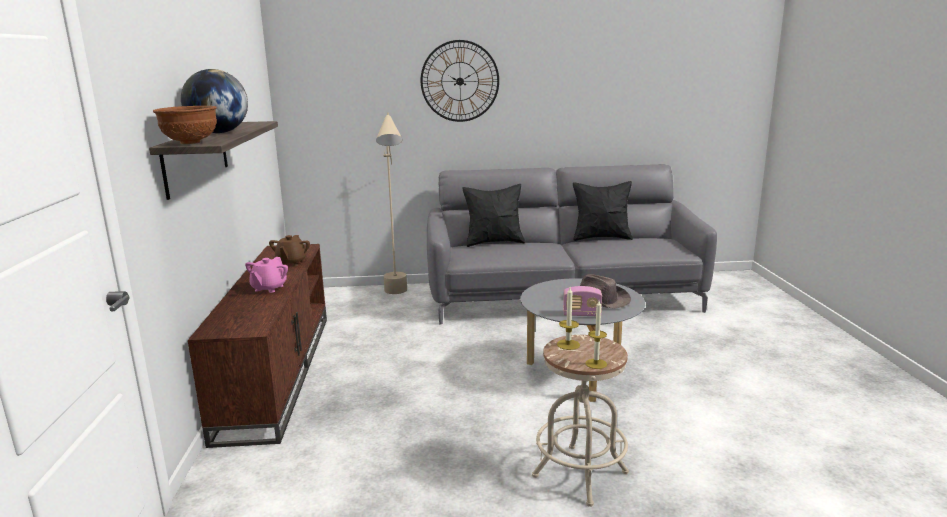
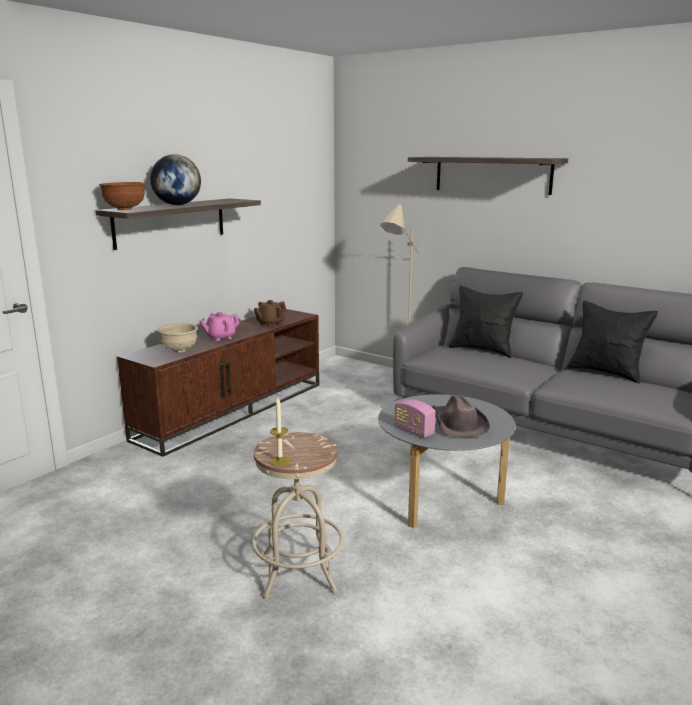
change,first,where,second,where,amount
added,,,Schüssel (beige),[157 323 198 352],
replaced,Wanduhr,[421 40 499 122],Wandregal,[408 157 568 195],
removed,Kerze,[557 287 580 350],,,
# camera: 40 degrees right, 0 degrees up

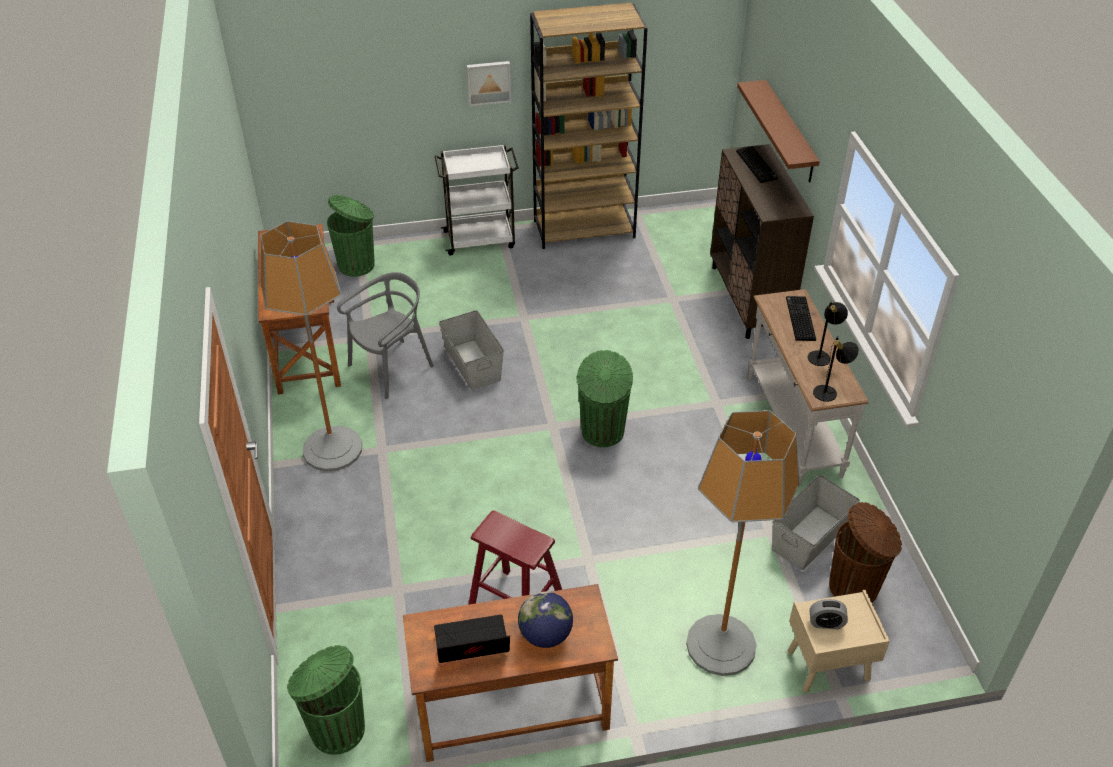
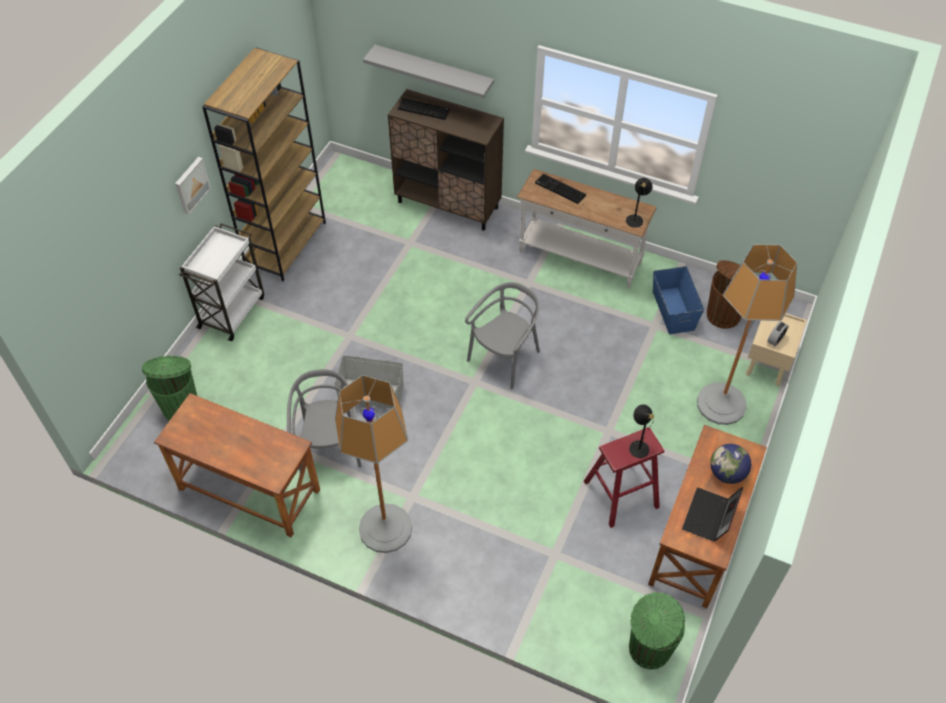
change,first,where,second,where,amount
recoloured,Wandregal (braun),[737 80 820 182],Wandregal (grau),[363 45 494 98],
replaced,Mülleimer (grün),[577 350 633 447],Stuhl (grau),[465 282 540 389],
moved,Tischlampe (schwarz),[808 302 848 366],,[629 404 654 458],
recoloured,Aufbewahrungsbox (grau),[772 475 860 570],Aufbewahrungsbox (blau),[653 266 704 334],
# camera: 55 degrees left, 10 degrees up

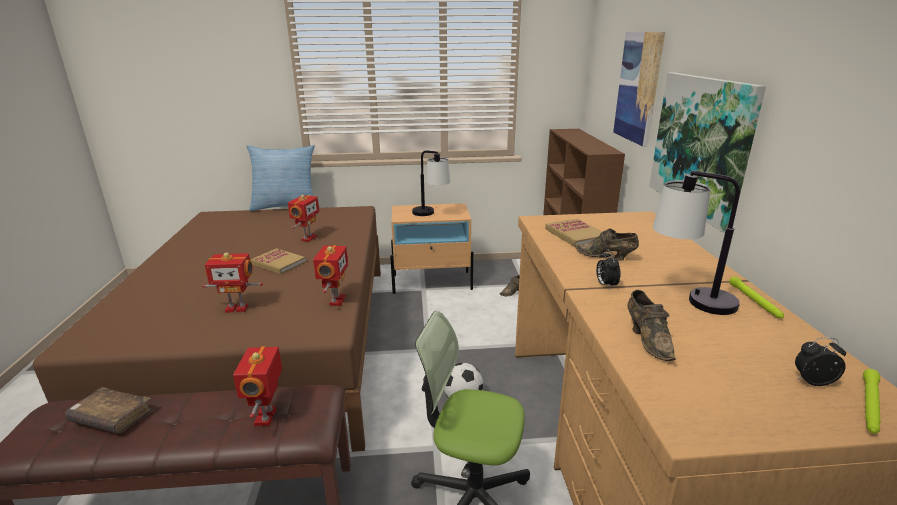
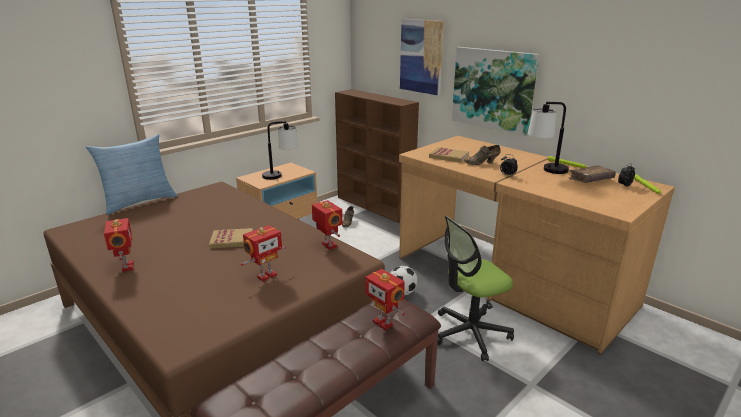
change,first,where,second,where,amount
moved,Spielzeugroboter,[288 195 319 242],,[104 218 134 272],
moved,Buch (braun),[65 387 154 434],,[568 165 616 183],
removed,Schuh (braun),[627 290 676 361],,,
# camera: 40 degrees left, 0 degrees up

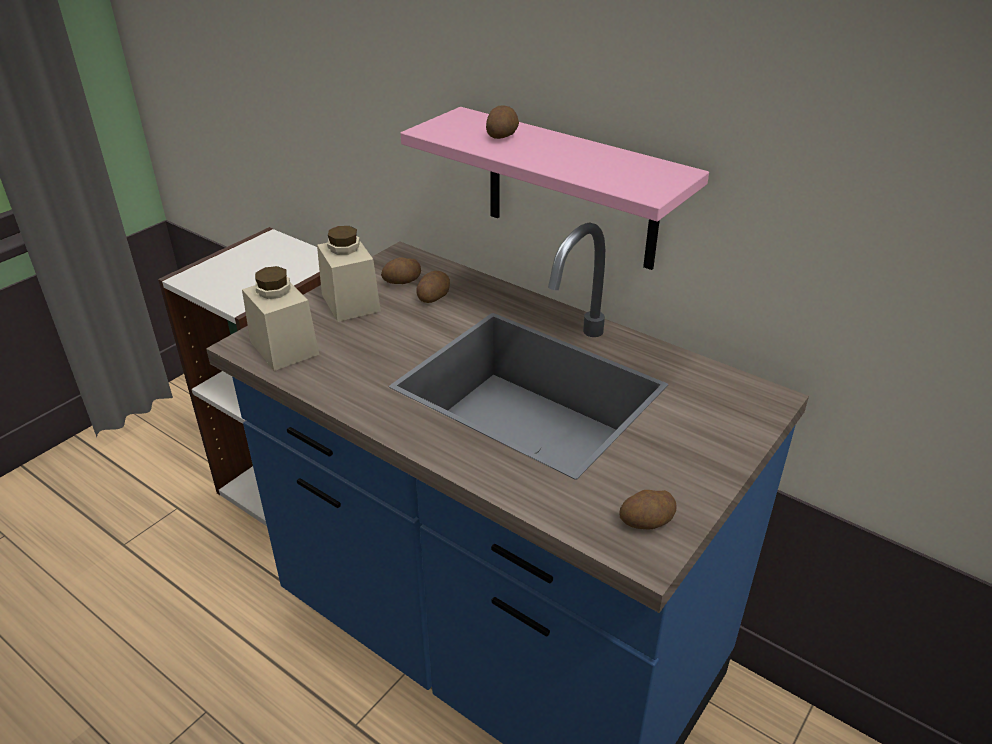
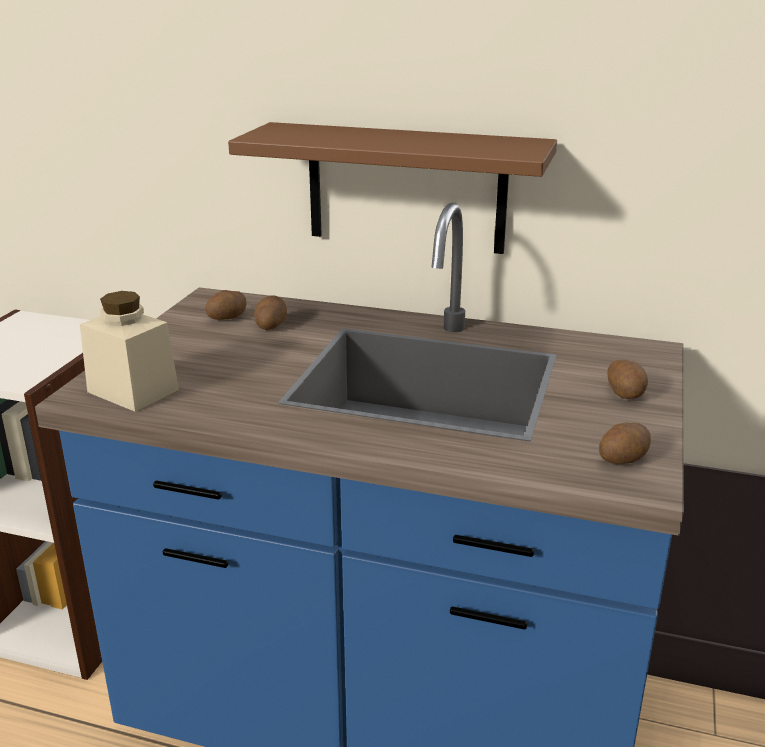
change,first,where,second,where,amount
recoloured,Wandregal (rosa),[401 107 709 270],Wandregal (braun),[228 122 557 254],
moved,Kartoffel,[486 105 519 139],,[608 360 648 399],
removed,Vorratsglas (beige),[317 226 381 322],,,
# camera: 20 degrees left, 10 degrees down

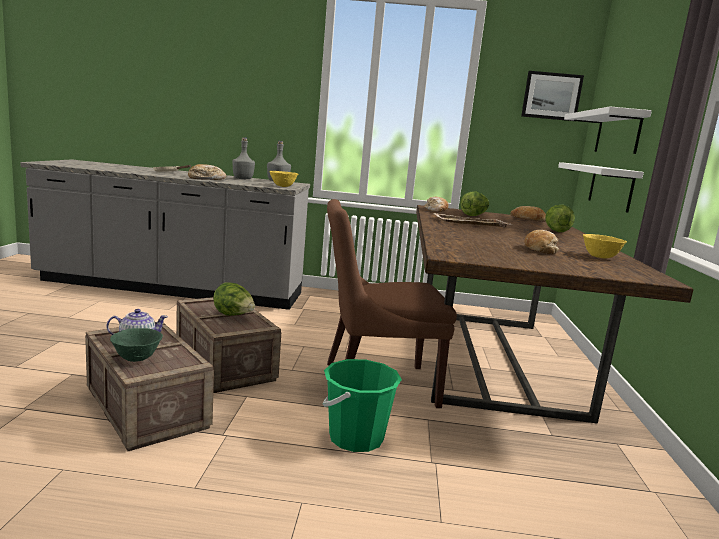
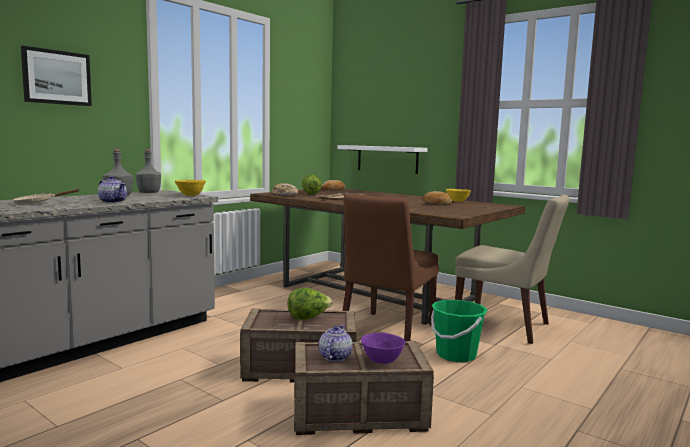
change,first,where,second,where,amount
moved,Bild,[521 71 584 121],,[21 46 92 106],
replaced,Brot,[188 164 226 180],Teekanne,[98 176 127 203],
recoloured,Schüssel (grün),[110 328 163 362],Schüssel (lila),[361 333 405 364],
added,,,Stuhl (beige),[455 195 570 344],
removed,Salatkopf,[545 205 575 232],,,
removed,Wandregal (weiß),[564 106 652 154],,,
# camera: 55 degrees left, 5 degrees down

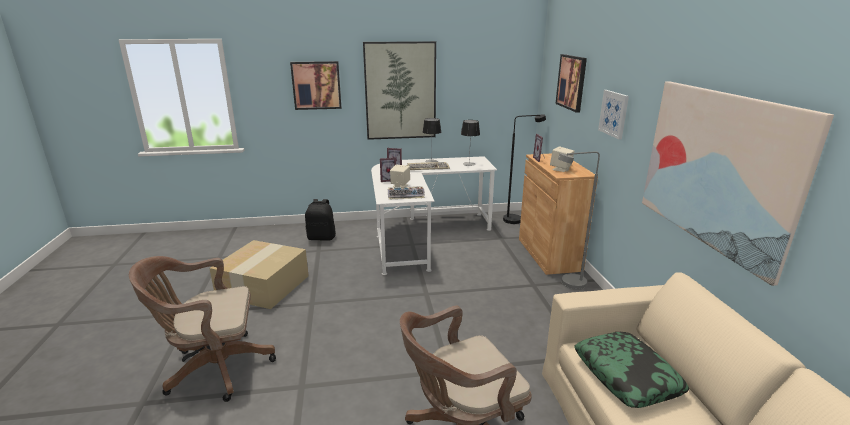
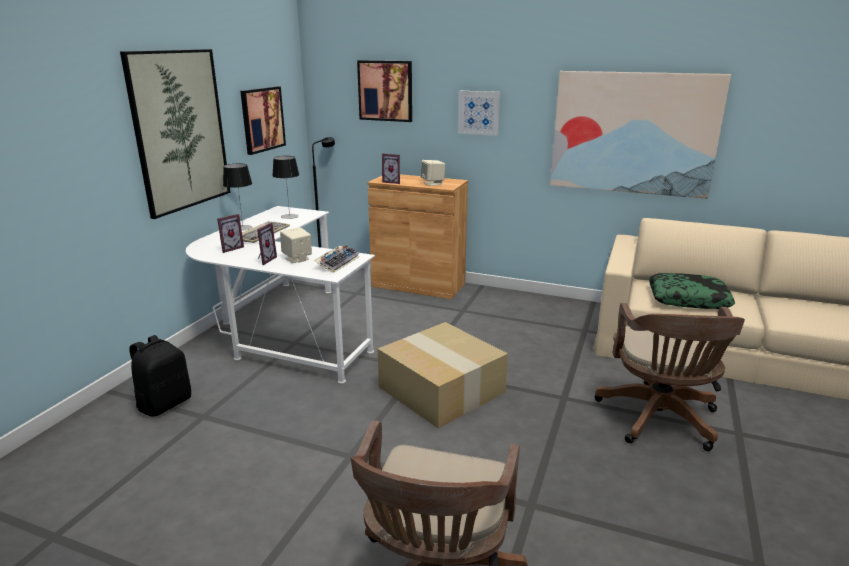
change,first,where,second,where,amount
moved,Bild,[290 61 342 110],,[240 86 286 155],
moved,Karton,[209 240 309 309],,[378 322 508 428],
removed,Stehlampe (grau),[558 152 600 290],,,
# camera: 60 degrees left, 0 degrees up

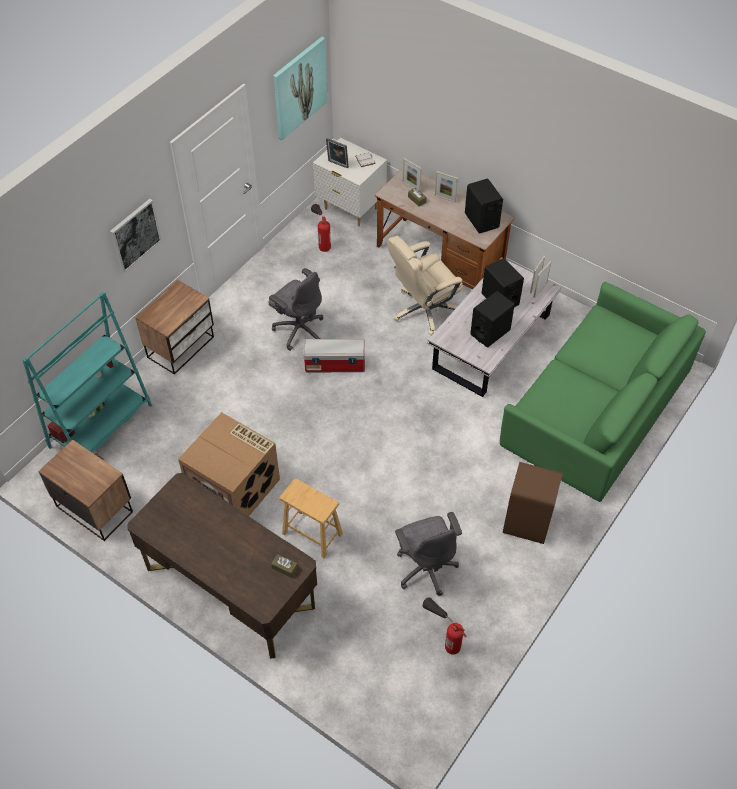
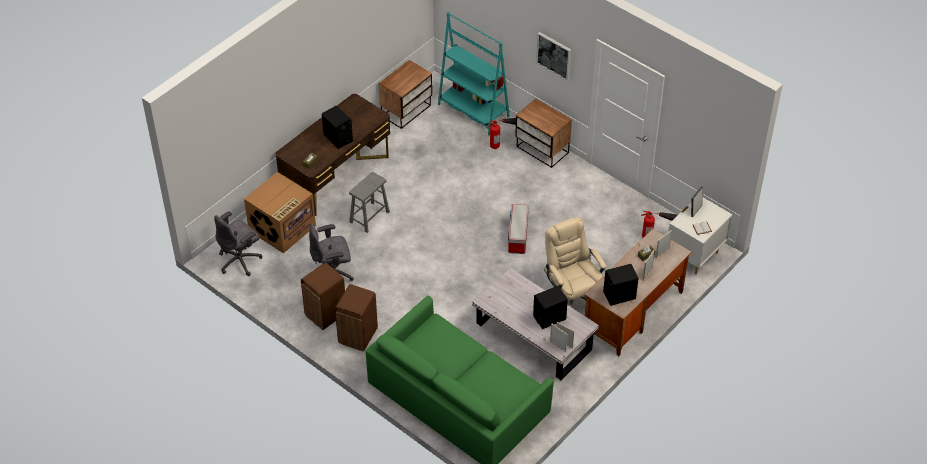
change,first,where,second,where,amount
moved,Bürostuhl (grau),[268 268 324 351],,[214 211 262 276],
moved,Karton,[178 412 280 516],,[244 172 316 254],
added,,,Mülleimer (braun),[301 262 345 330],
moved,Lautsprecher (schwarz),[470 291 515 348],,[322 106 353 149],
recoloured,Hocker (braun),[279 479 343 558],Hocker (grau),[349 172 390 233],
moved,Feuerlöscher,[423 598 466 655],,[488 118 516 149],
removed,Bild,[273 37 328 140],,,
# camera: 95 degrees right, 5 degrees down

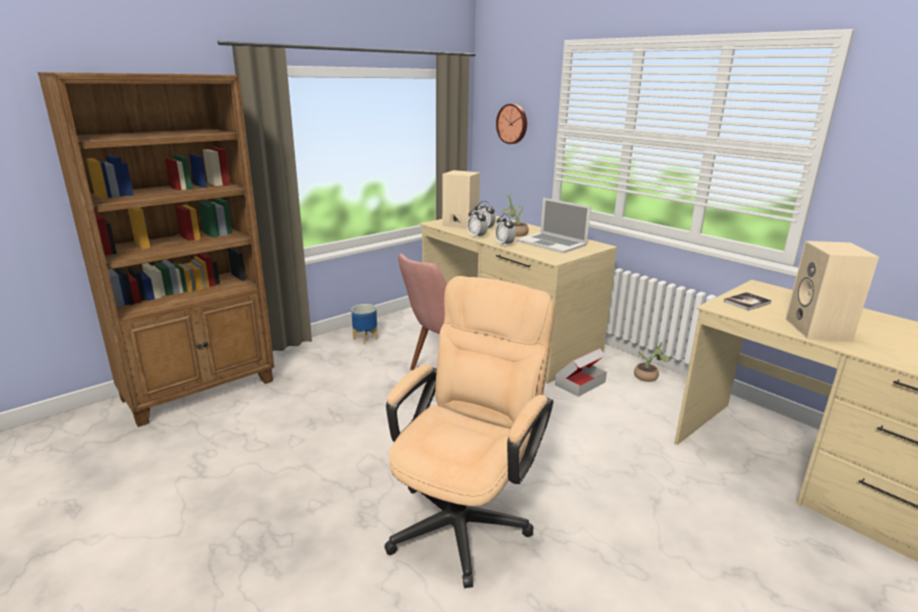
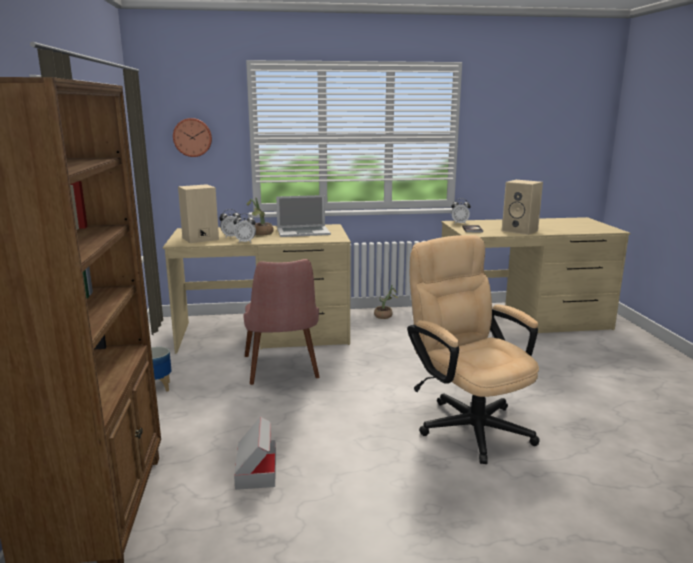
change,first,where,second,where,amount
moved,Karton,[555 348 607 397],,[234 416 276 490],
moved,Wecker,[495 213 516 247],,[451 199 471 224],
# camera: 55 degrees left, 5 degrees down

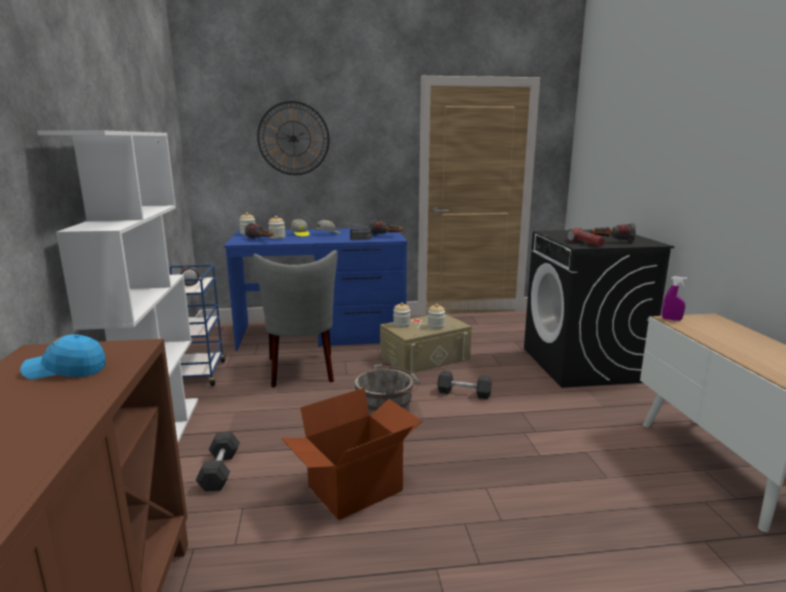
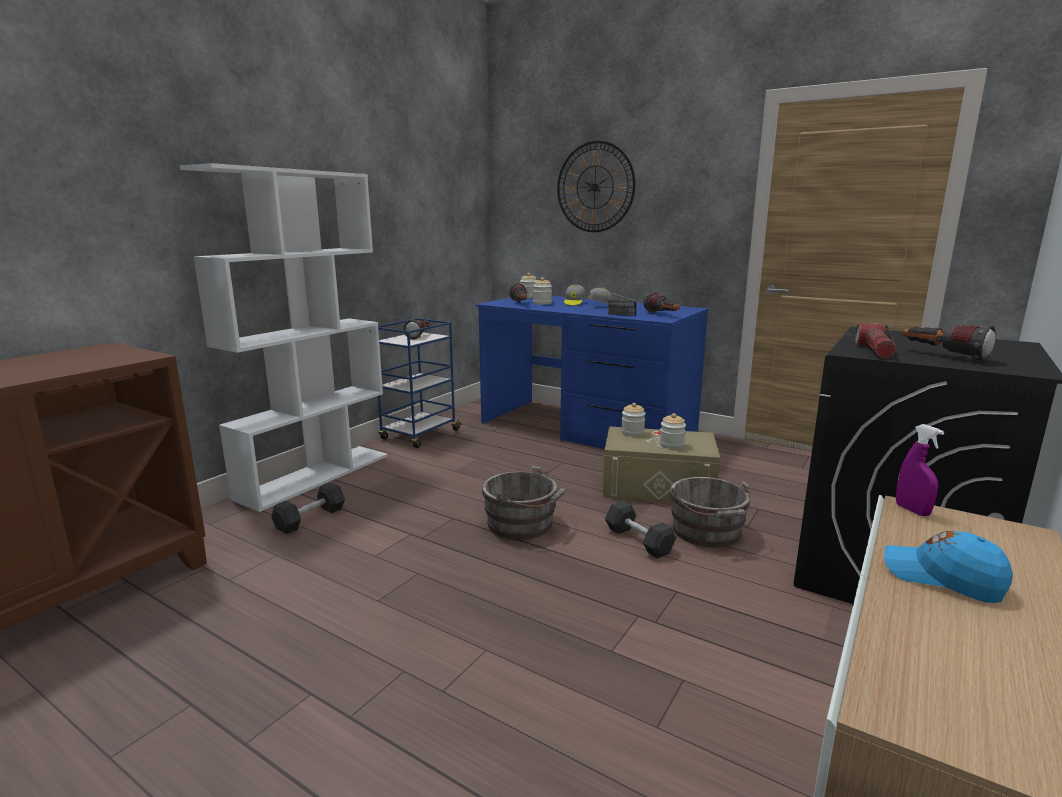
change,first,where,second,where,amount
added,,,Eimer (grau),[670 477 758 548],
moved,Kappe (blau),[20 334 105 379],,[884 531 1013 603],
removed,Stuhl (grau),[253 250 338 387],,,
removed,Karton,[281 388 422 520],,,
# camera: 40 degrees right, 0 degrees up

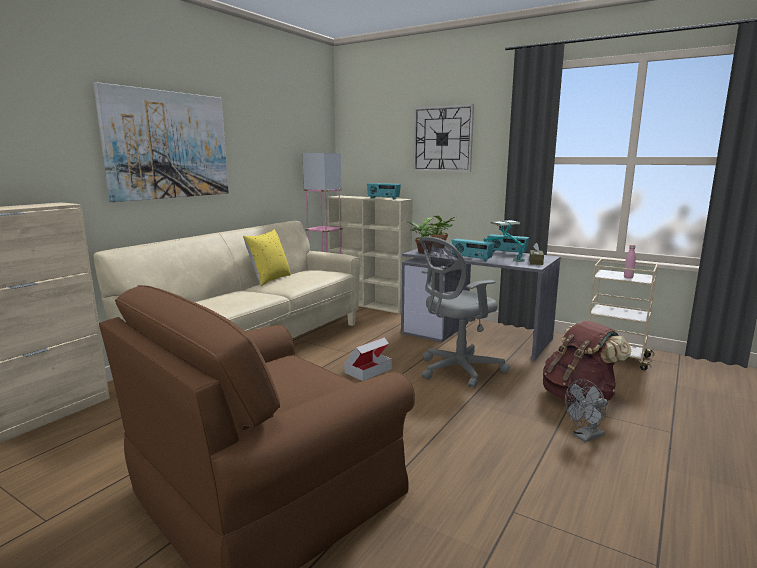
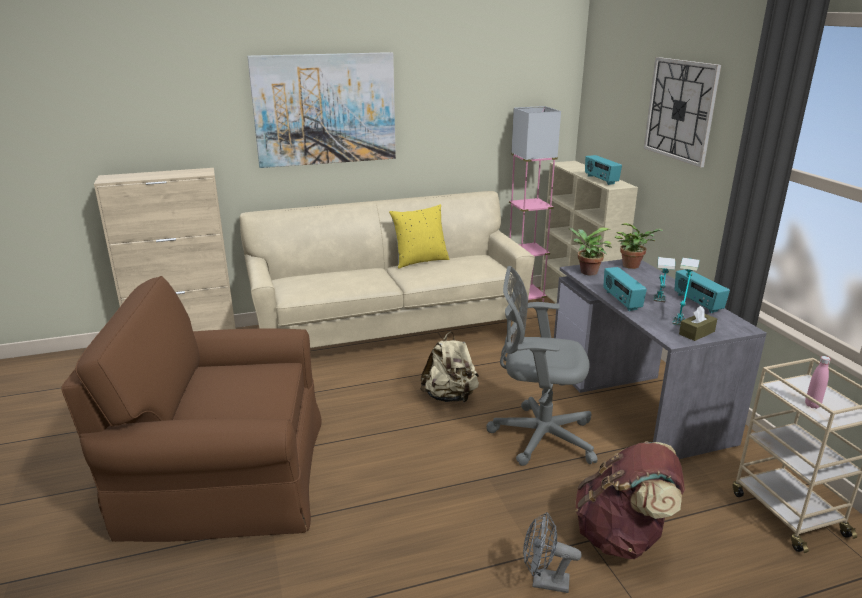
change,first,where,second,where,amount
replaced,Karton,[344 338 392 381],Rucksack (beige),[420 332 479 403],
# camera: 40 degrees right, 10 degrees up

